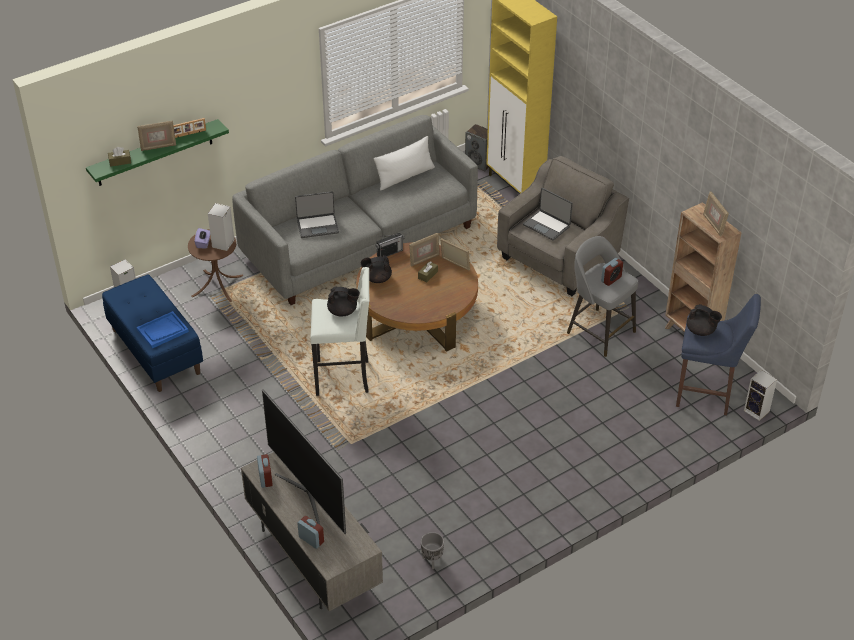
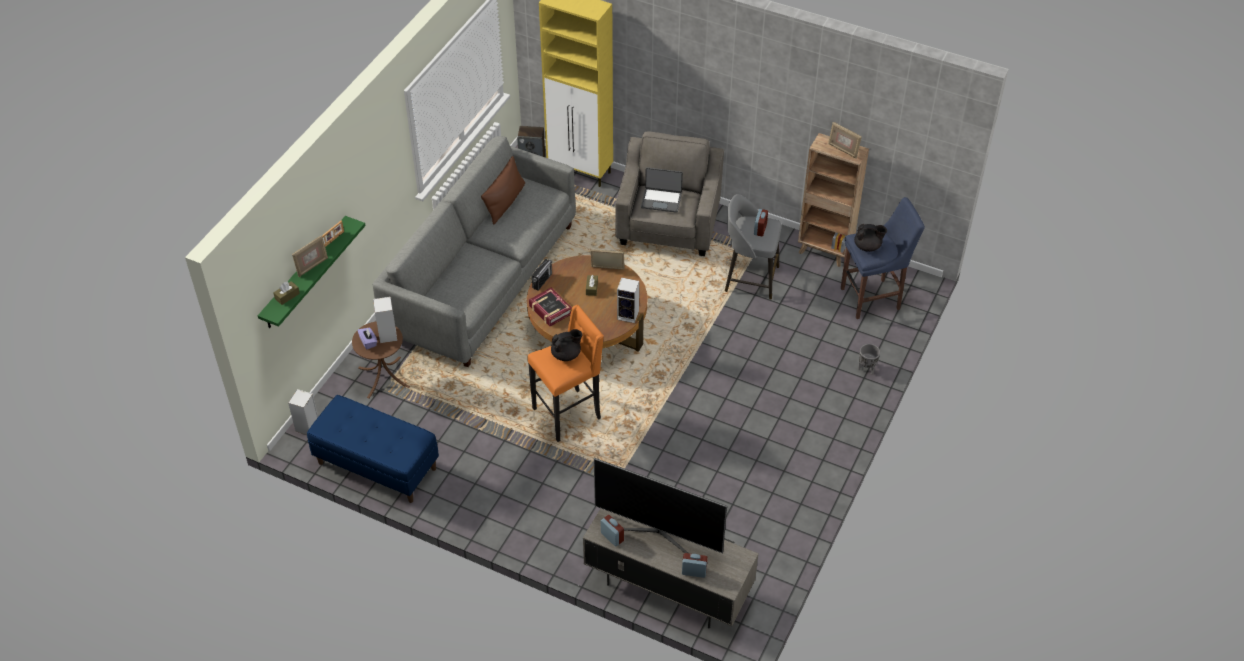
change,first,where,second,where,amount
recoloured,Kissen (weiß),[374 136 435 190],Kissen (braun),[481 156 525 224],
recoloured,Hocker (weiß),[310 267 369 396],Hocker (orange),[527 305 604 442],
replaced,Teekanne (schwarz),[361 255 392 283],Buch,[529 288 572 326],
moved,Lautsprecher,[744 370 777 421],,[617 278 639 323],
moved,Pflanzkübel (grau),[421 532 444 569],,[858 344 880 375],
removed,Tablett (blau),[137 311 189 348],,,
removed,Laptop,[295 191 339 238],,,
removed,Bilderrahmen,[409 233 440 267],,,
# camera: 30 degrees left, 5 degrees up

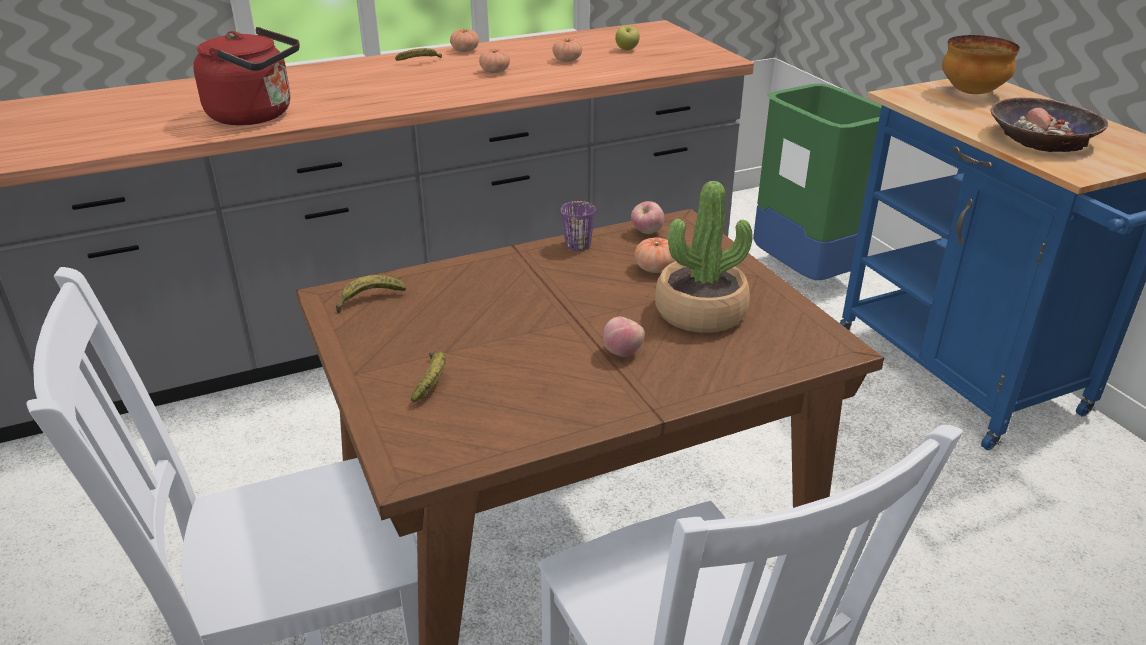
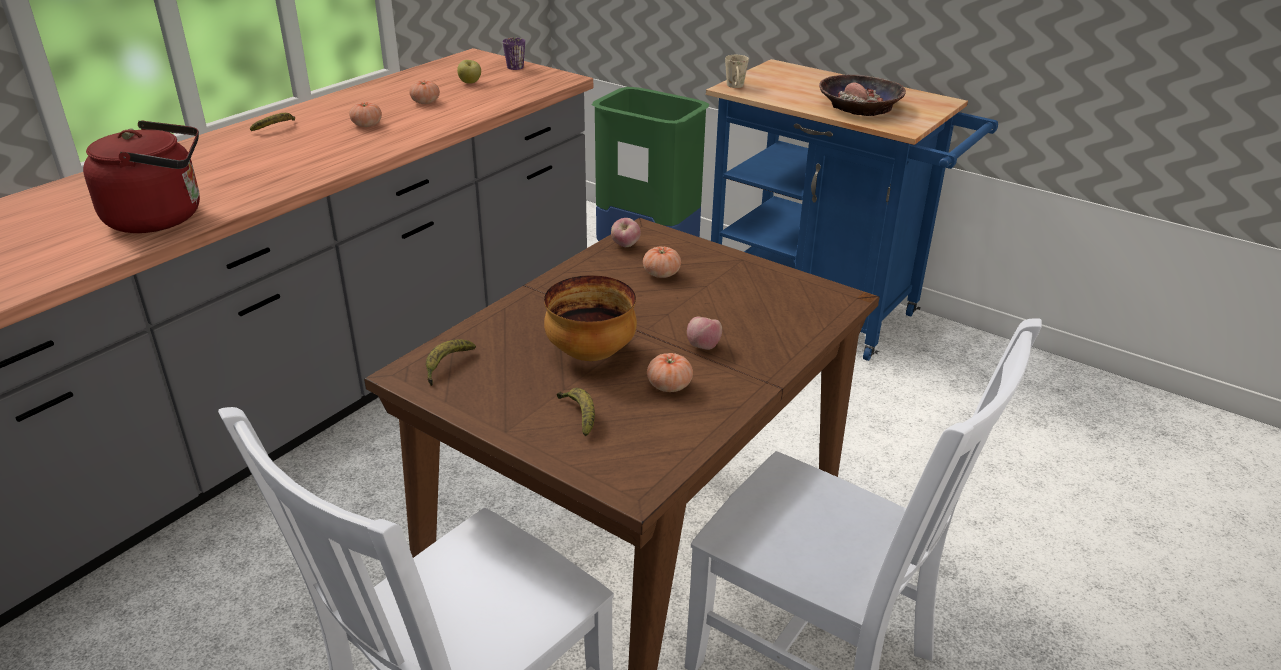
change,first,where,second,where,amount
moved,Henkelbecher (lila),[561 201 596 251],,[503 38 525 70],
moved,Schüssel,[942 35 1020 94],,[544 275 637 361],
moved,Tomate,[450 29 479 52],,[647 353 693 392],
added,,,Henkelbecher (beige),[725 55 749 88],
removed,Topfpflanze,[655 181 753 333],,,
# camera: 30 degrees left, 0 degrees up

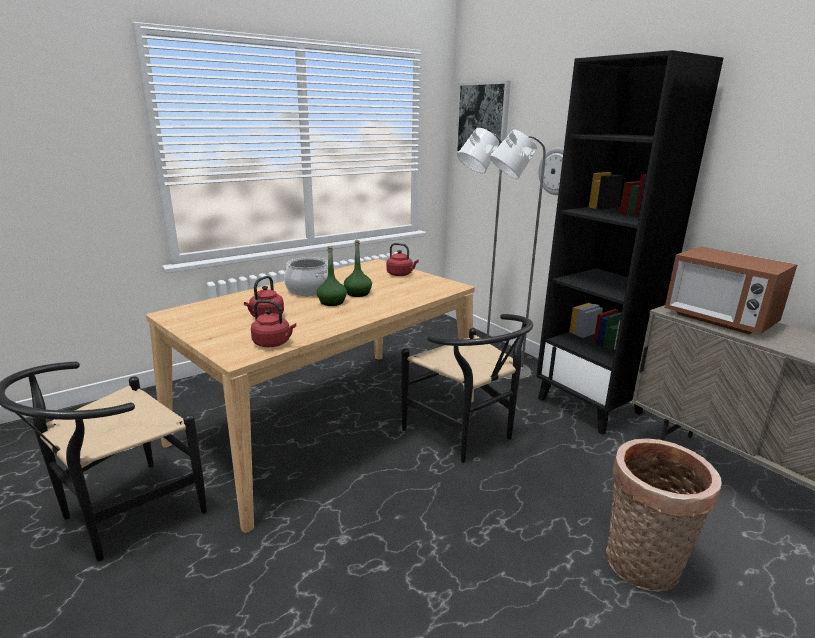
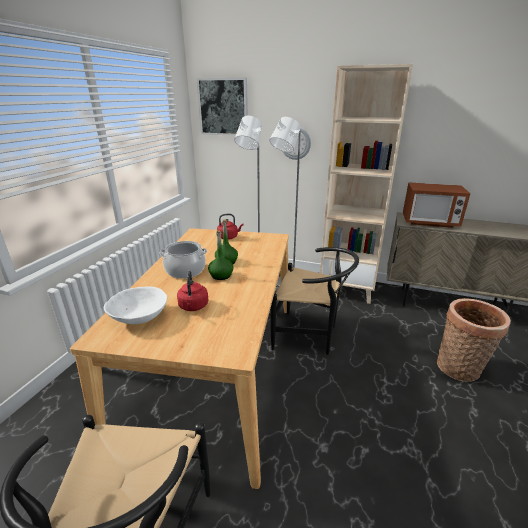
change,first,where,second,where,amount
added,,,Schüssel (weiß),[104 287 167 324],
recoloured,Bücherregal (schwarz),[536 50 723 435],Bücherregal (beige),[320 64 413 304],
removed,Wasserkessel (rot),[251 300 296 347],,,
# camera: 35 degrees left, 5 degrees up

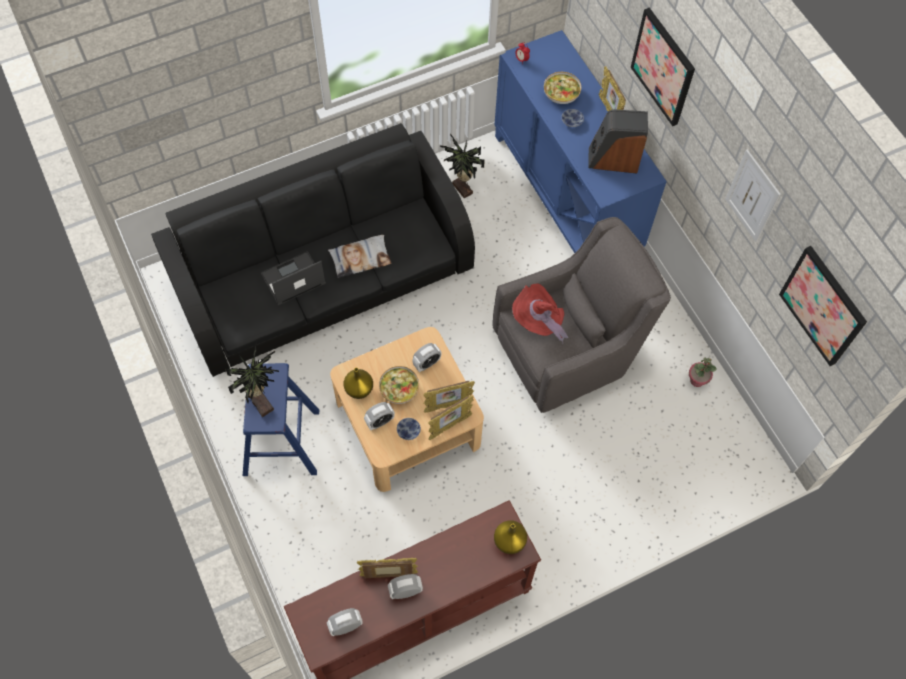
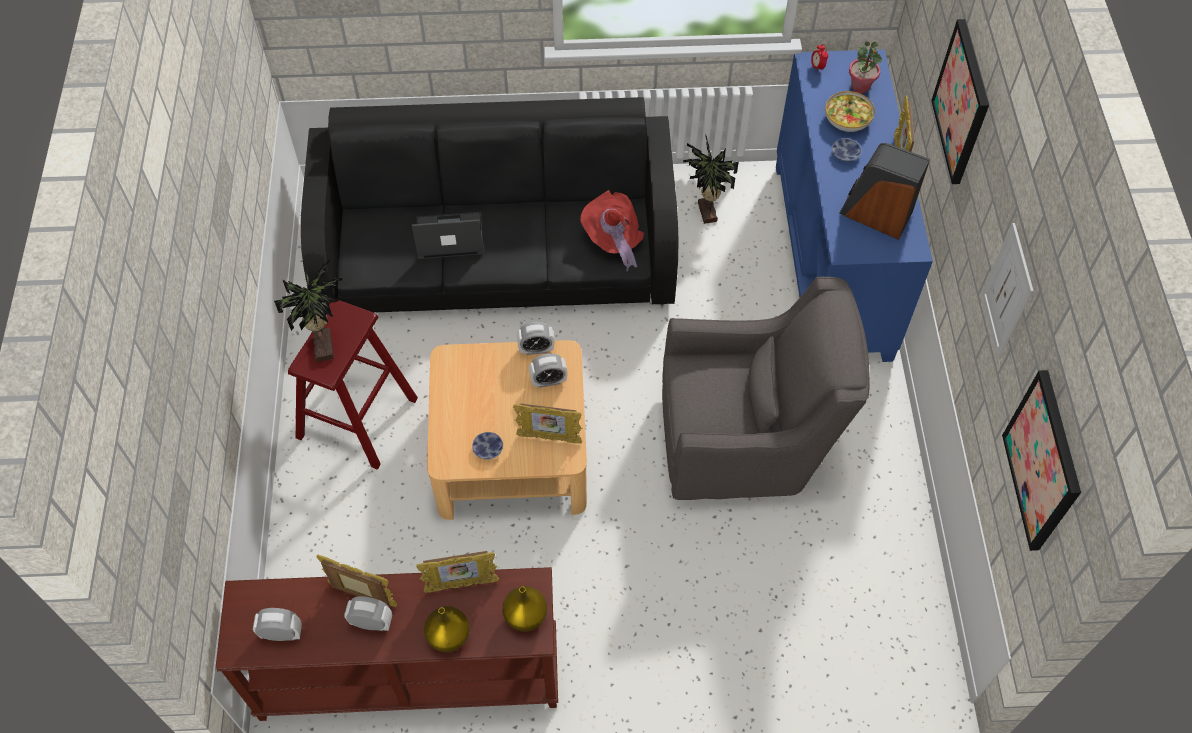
change,first,where,second,where,amount
recoloured,Hocker (blau),[243 363 319 476],Hocker (rot),[288 300 418 470],
moved,Bilderrahmen,[428 395 474 440],,[416 551 499 593],
moved,Vase (gelb),[344 368 373 399],,[424 606 470 652],
moved,Wecker,[364 402 395 430],,[517 322 554 355],
moved,Hut (rot),[512 283 568 344],,[580 190 644 272],
moved,Topfpflanze,[689 357 717 387],,[849 42 882 93],
removed,Kissen,[328 235 391 278],,,
removed,Schüssel,[379 366 419 404],,,
# camera: 25 degrees right, 5 degrees down

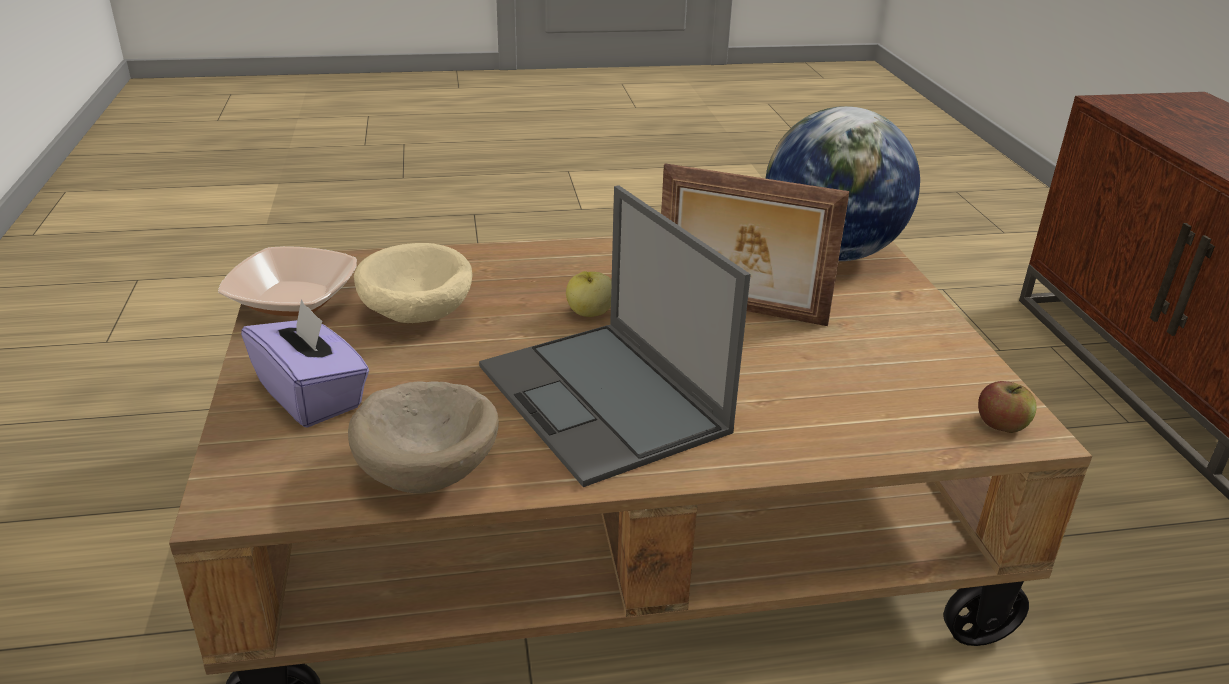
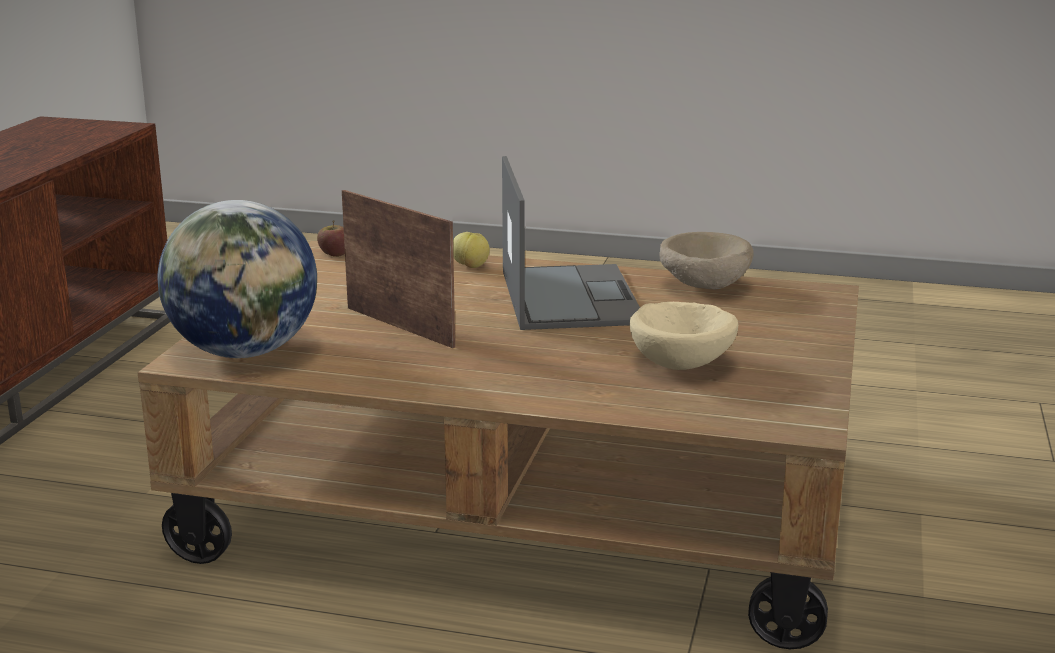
change,first,where,second,where,amount
moved,Apfel,[566 271 612 317],,[453 232 490 268],
removed,Schüssel,[218 246 357 316],,,
removed,Taschentuchbox (lila),[241 299 369 428],,,
# camera: 155 degrees left, 10 degrees down

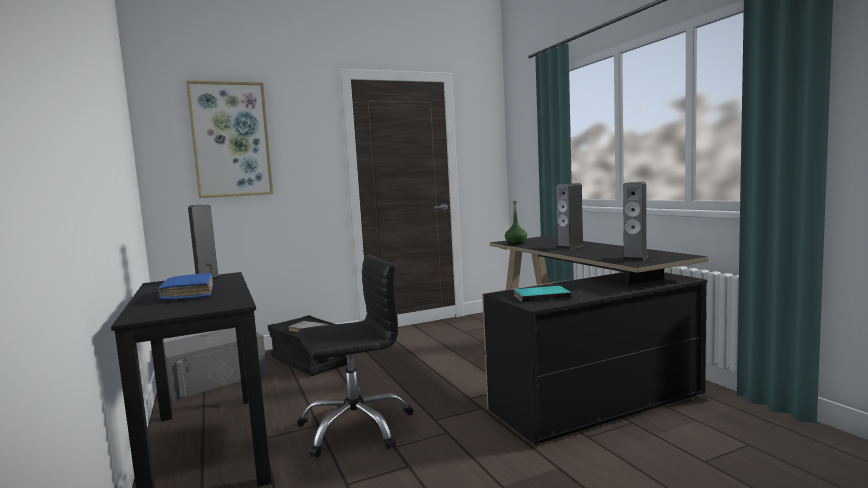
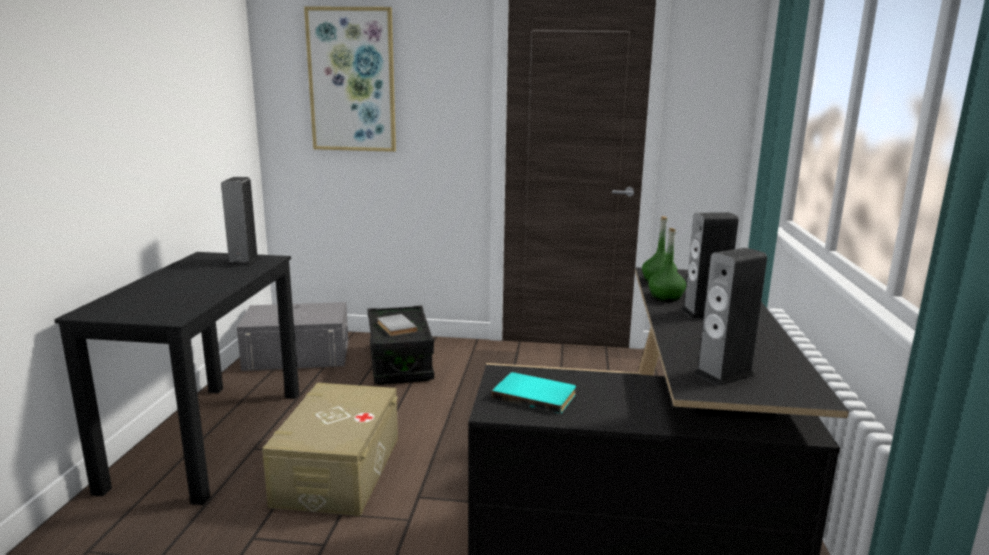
change,first,where,second,where,amount
replaced,Bürostuhl (schwarz),[297 255 414 457],Aufbewahrungsbox (beige),[262 383 398 516],
added,,,Flasche (grün),[648 228 686 301],
removed,Buch (blau),[157 273 213 300],,,
# camera: 30 degrees right, 10 degrees up

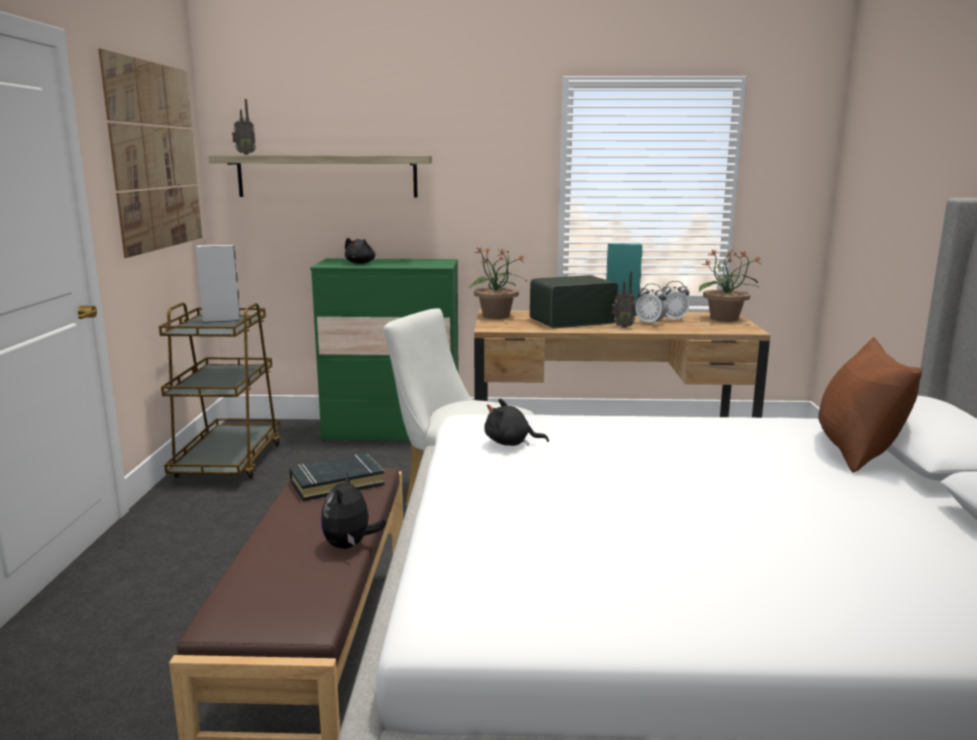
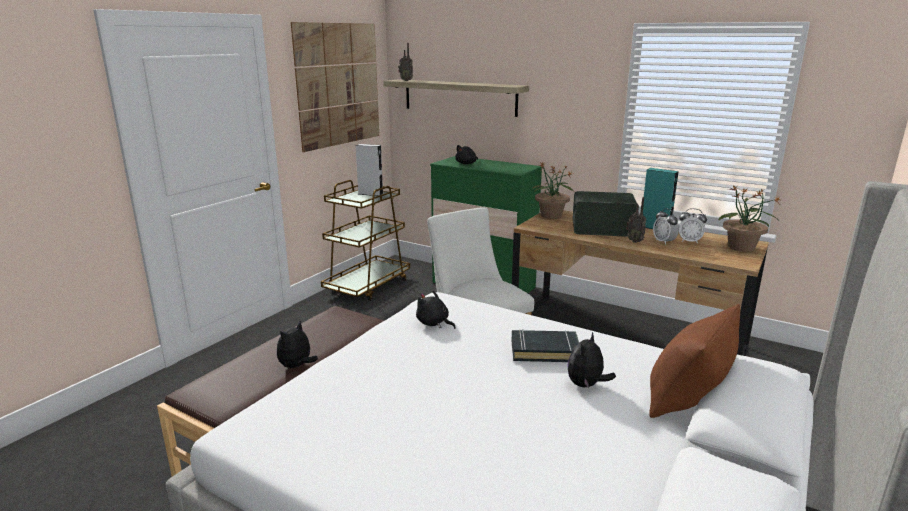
change,first,where,second,where,amount
moved,Buch (schwarz),[289 454 385 501],,[511 329 579 362],
added,,,Plüschtier,[567 332 616 388],
# camera: 30 degrees right, 5 degrees up

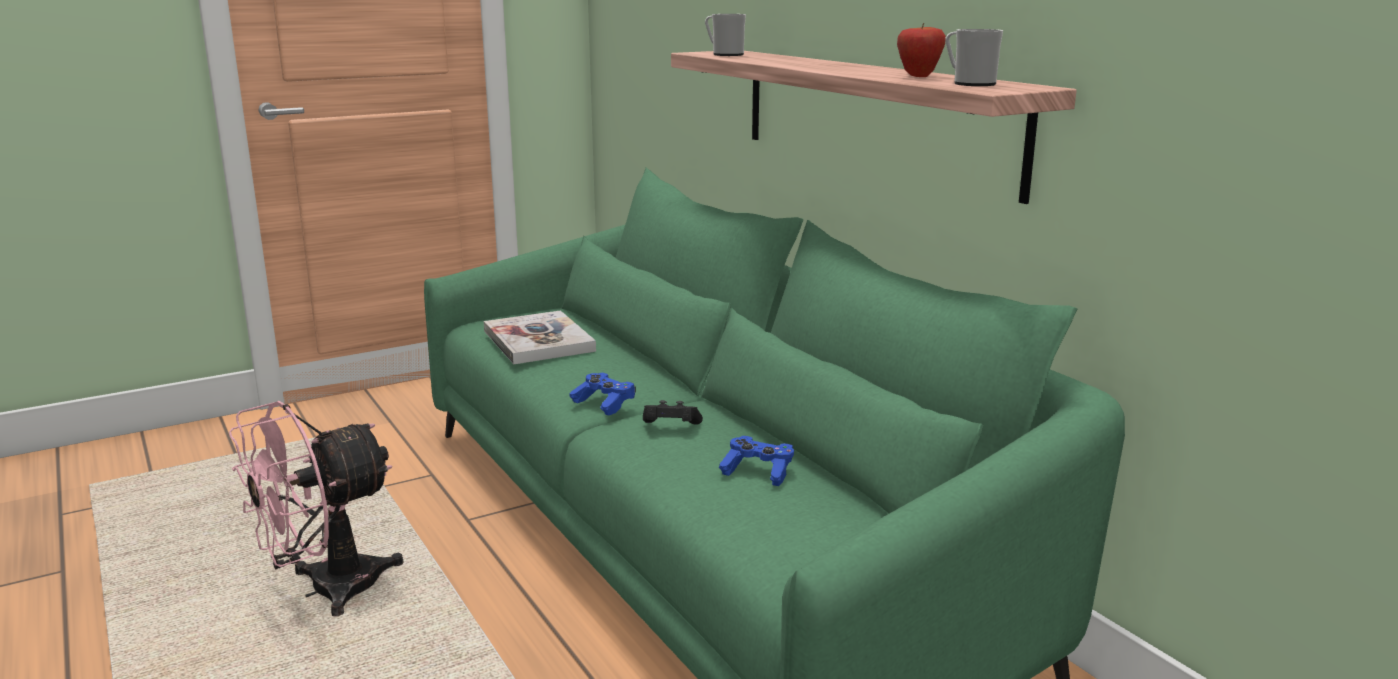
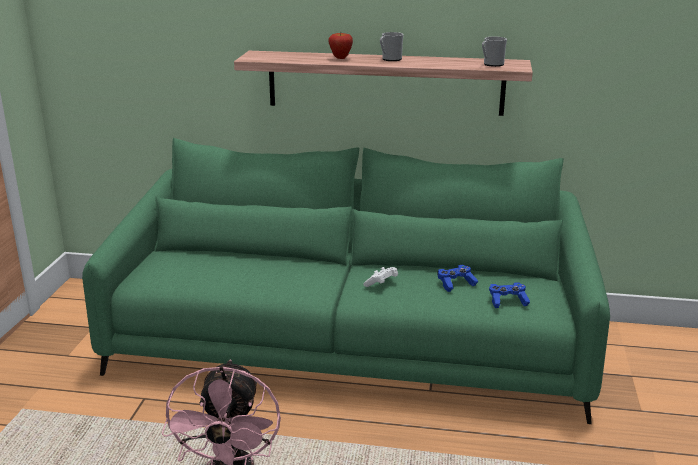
change,first,where,second,where,amount
moved,Apfel,[897 23 946 77],,[329 33 353 59],
recoloured,Gamepad (schwarz),[643 400 703 425],Gamepad (weiß),[363 267 398 287],
moved,Henkelbecher,[705 14 746 56],,[380 32 404 61],
moved,Gamepad (blau),[569 373 636 416],,[489 282 530 308],
removed,Buch,[484 310 596 364],,,
# camera: 50 degrees left, 5 degrees up

